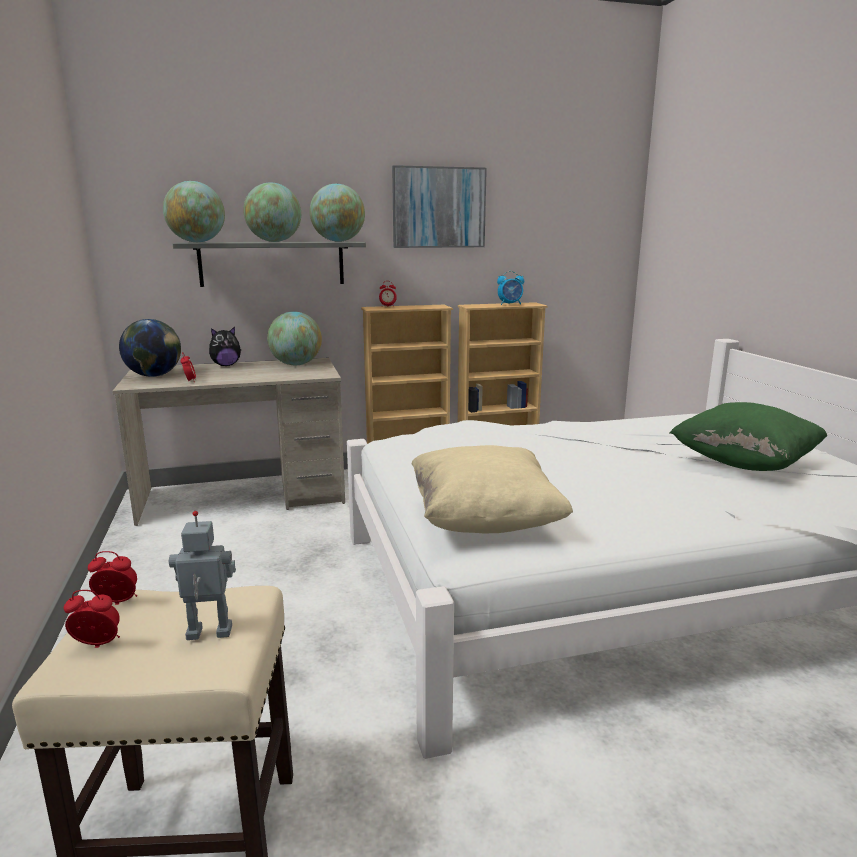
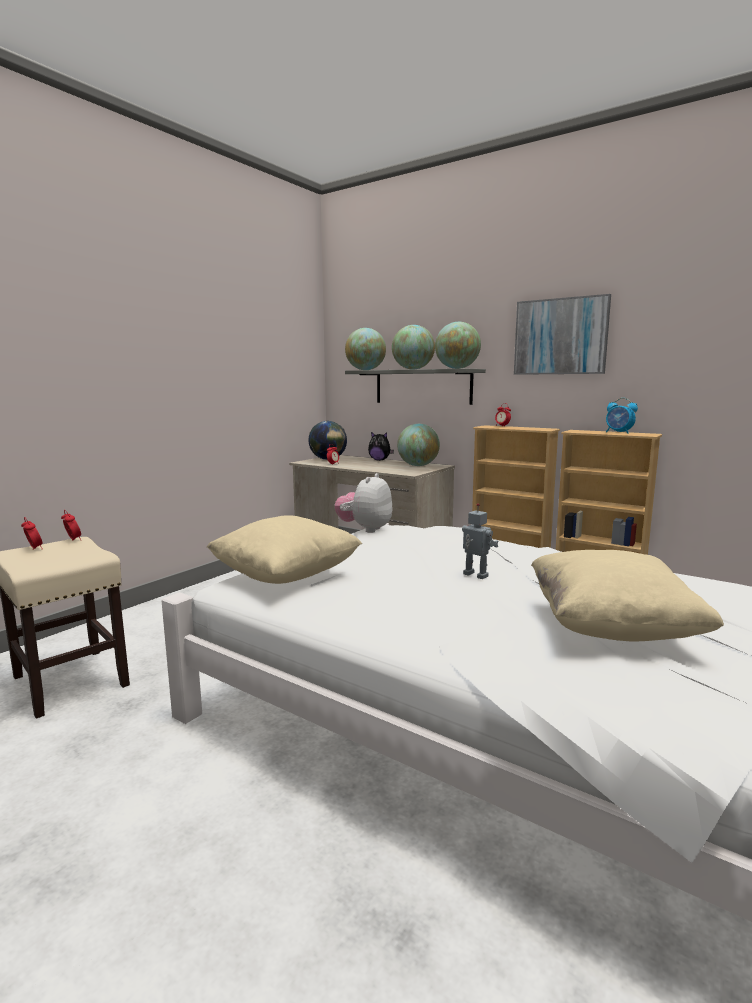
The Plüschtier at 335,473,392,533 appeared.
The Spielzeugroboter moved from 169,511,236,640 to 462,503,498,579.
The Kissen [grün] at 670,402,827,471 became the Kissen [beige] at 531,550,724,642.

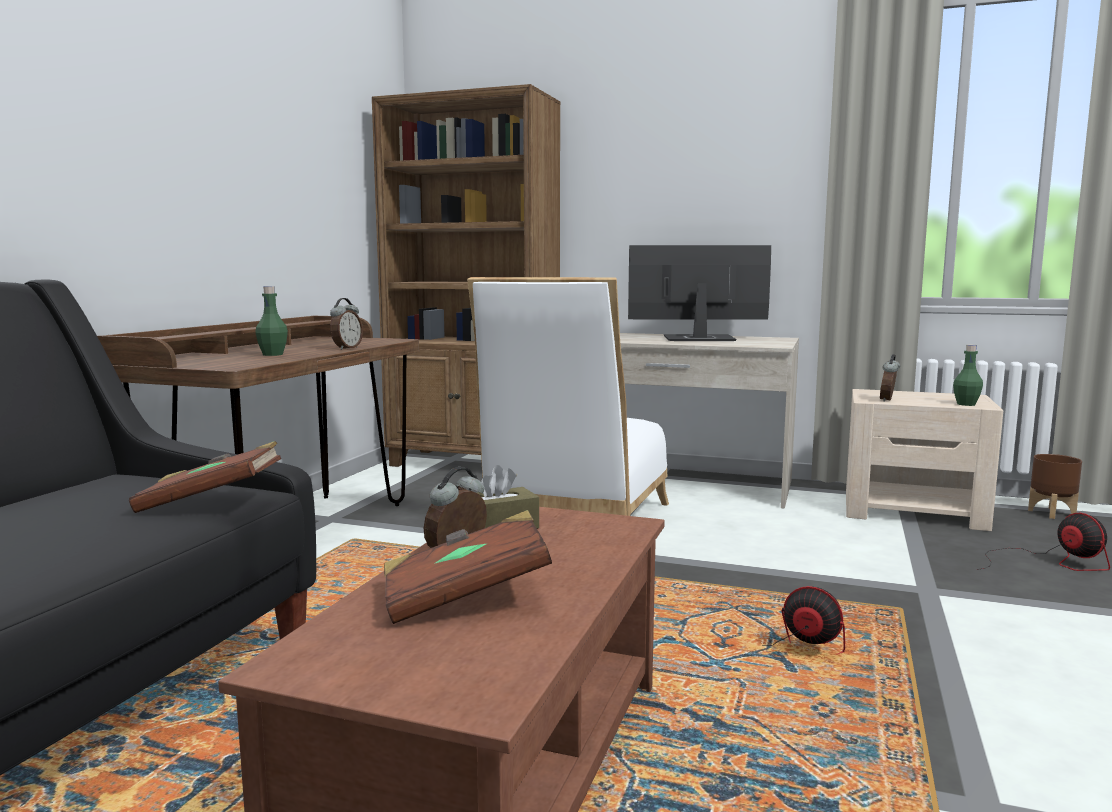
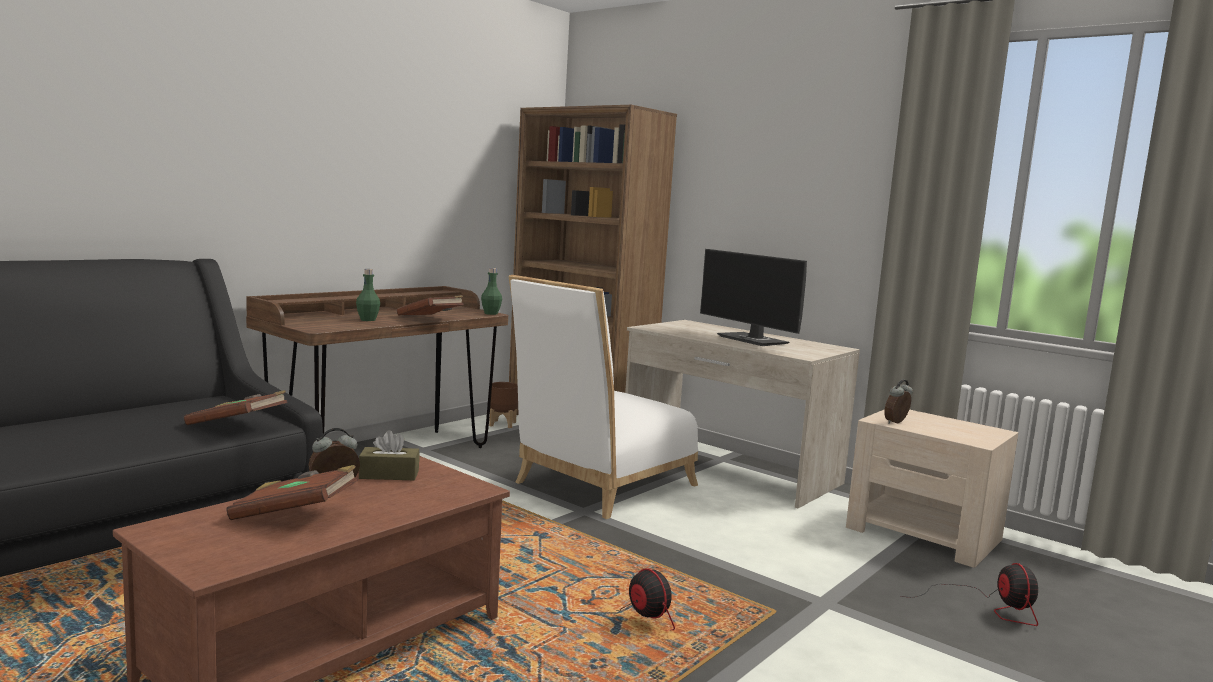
The Wecker at 330,298,363,350 was replaced by the Buch [braun] at 397,295,464,316.
The Flasche [grün] moved from 953,344,983,406 to 481,268,502,315.
The Pflanzkübel [braun] moved from 1028,454,1082,519 to 489,382,518,428.
The Monitor at 628,245,771,341 turned 150 degrees counterclockwise.

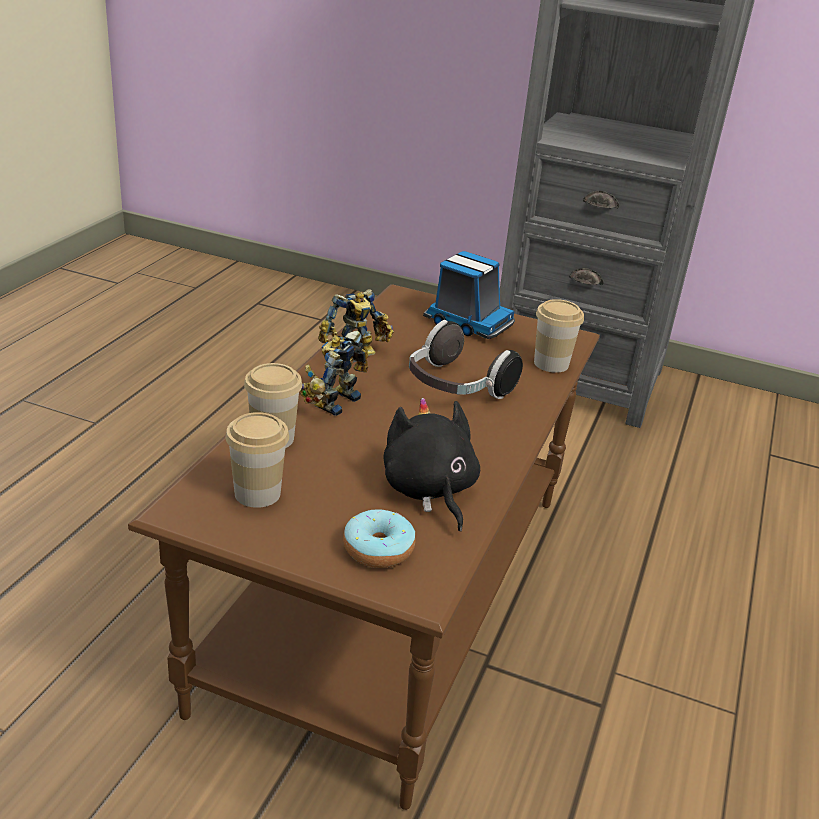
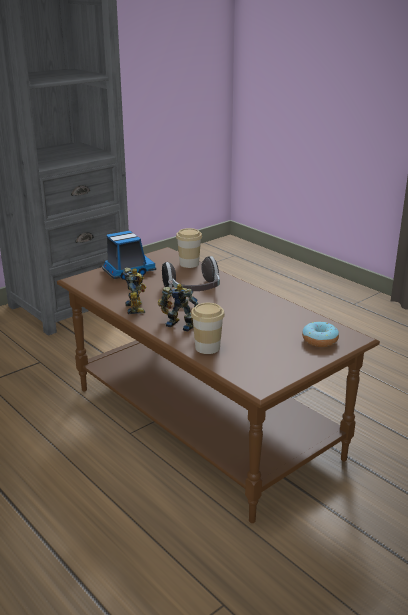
The Spielzeugroboter at 300,331,368,416 turned 150 degrees clockwise.
The Tasse at 225,412,289,508 disappeared.
The Plüschtier [schwarz] at 384,398,480,531 disappeared.

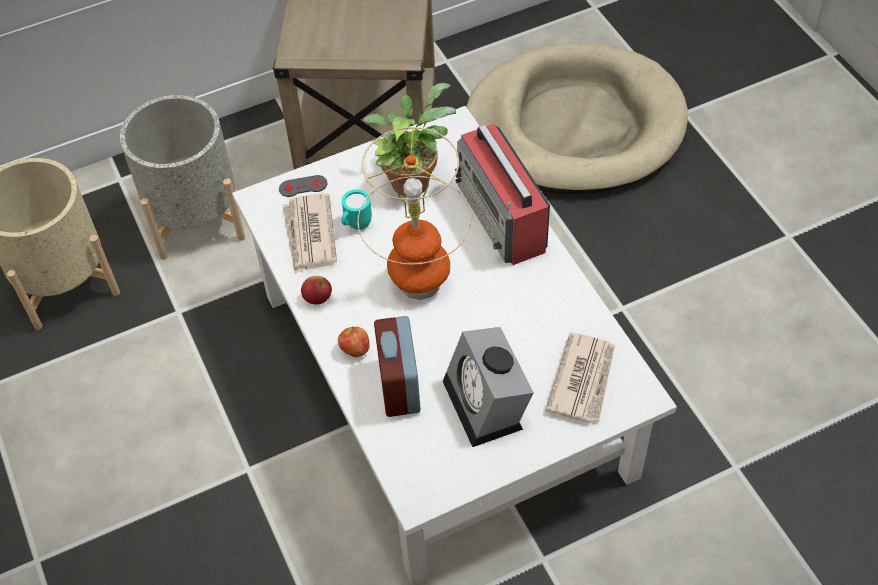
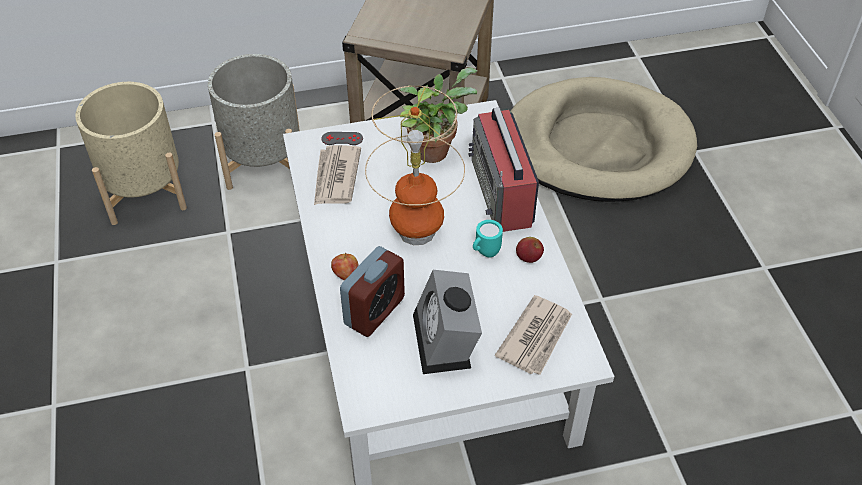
The Wecker at 374,316,421,417 turned 150 degrees counterclockwise.
The Henkelbecher [türkis] moved from 341,189,372,230 to 473,220,503,258.
The Apfel moved from 301,276,332,305 to 516,237,544,263.

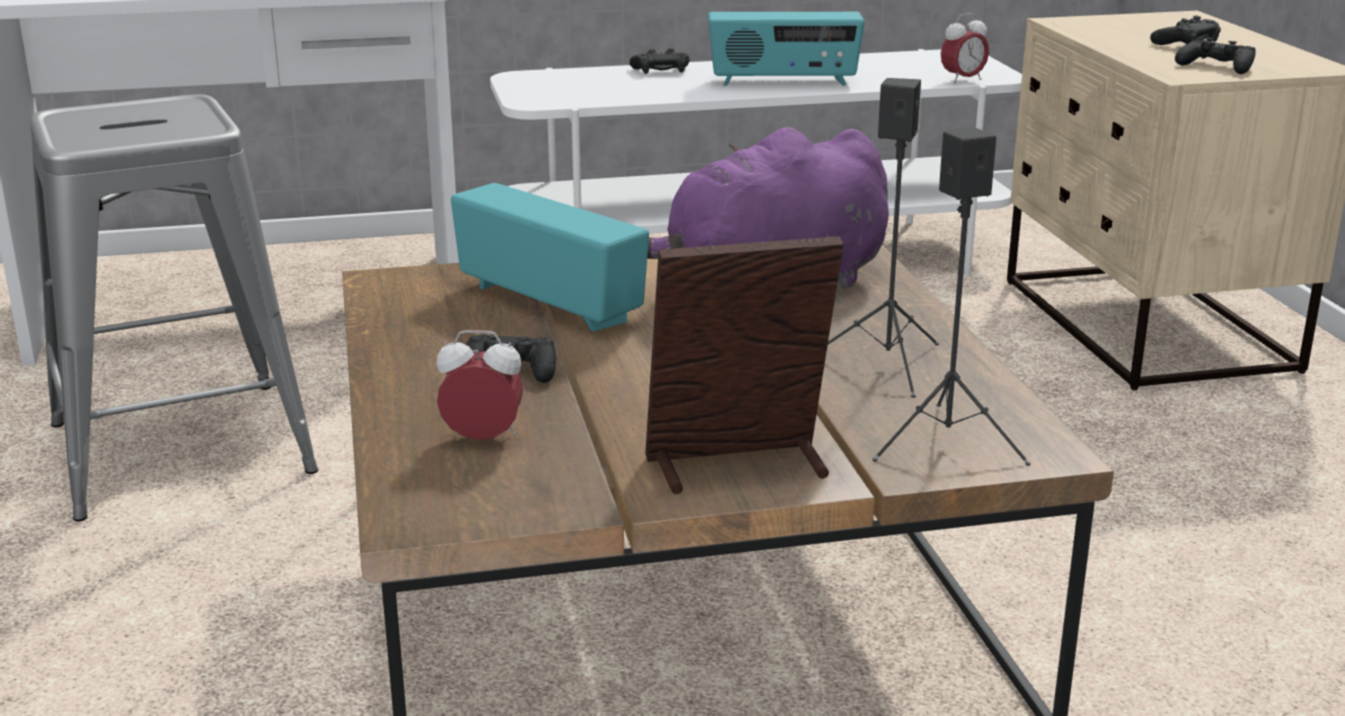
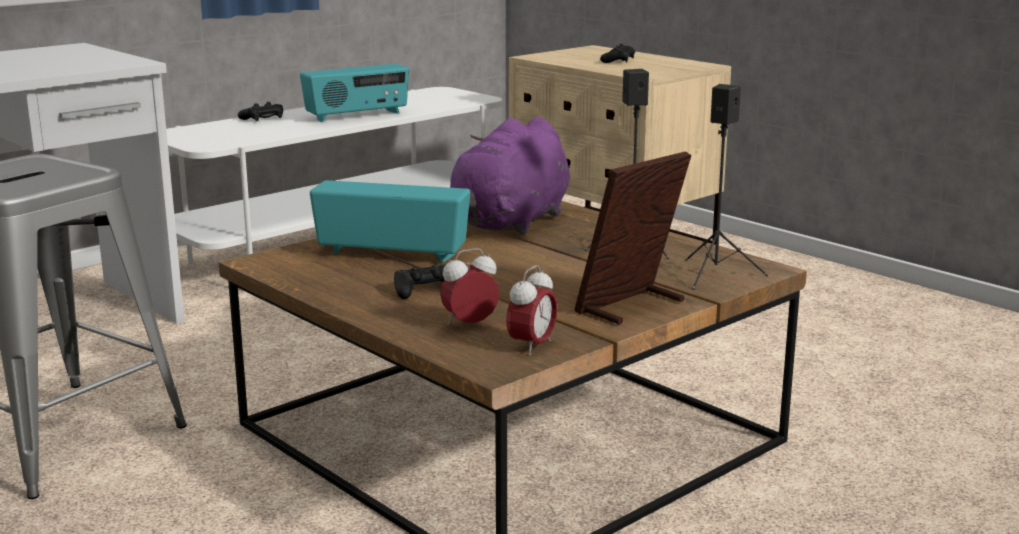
The Wecker moved from 941,13,989,84 to 506,265,558,355.
The Gamepad [schwarz] at 1175,38,1256,74 disappeared.

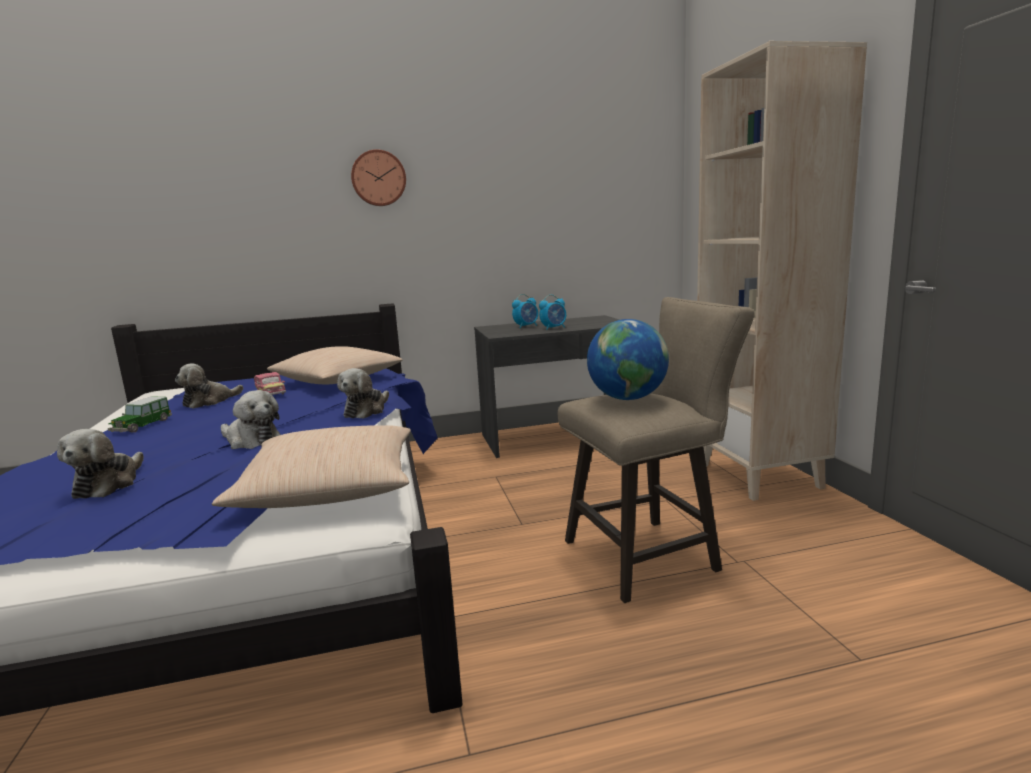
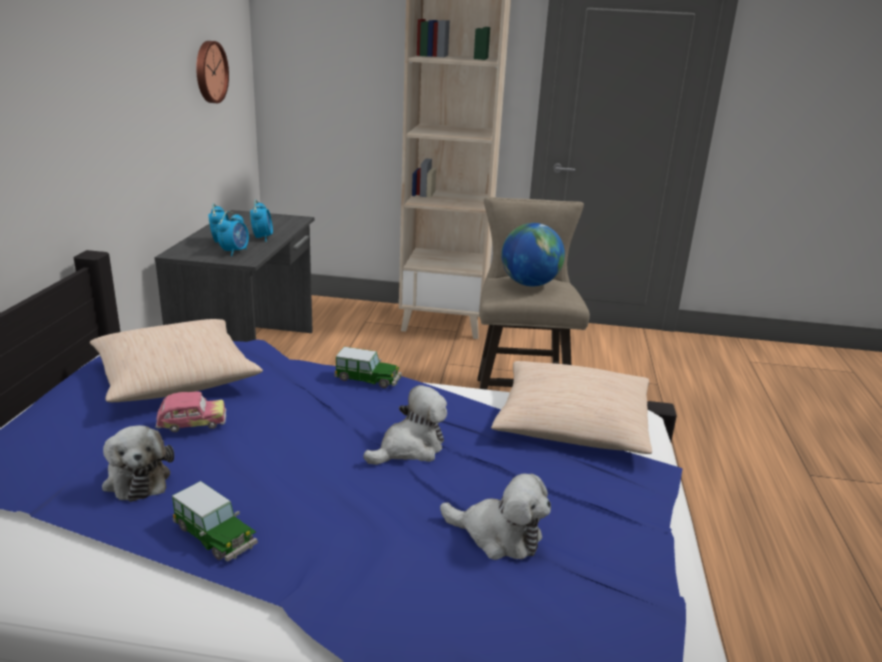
The Wanduhr moved from 351,149,406,206 to 196,41,229,103.
The Wecker at 217,211,249,256 appeared.
The Plüschtier at 337,368,389,419 was replaced by the Spielzeugauto at 334,347,402,388.

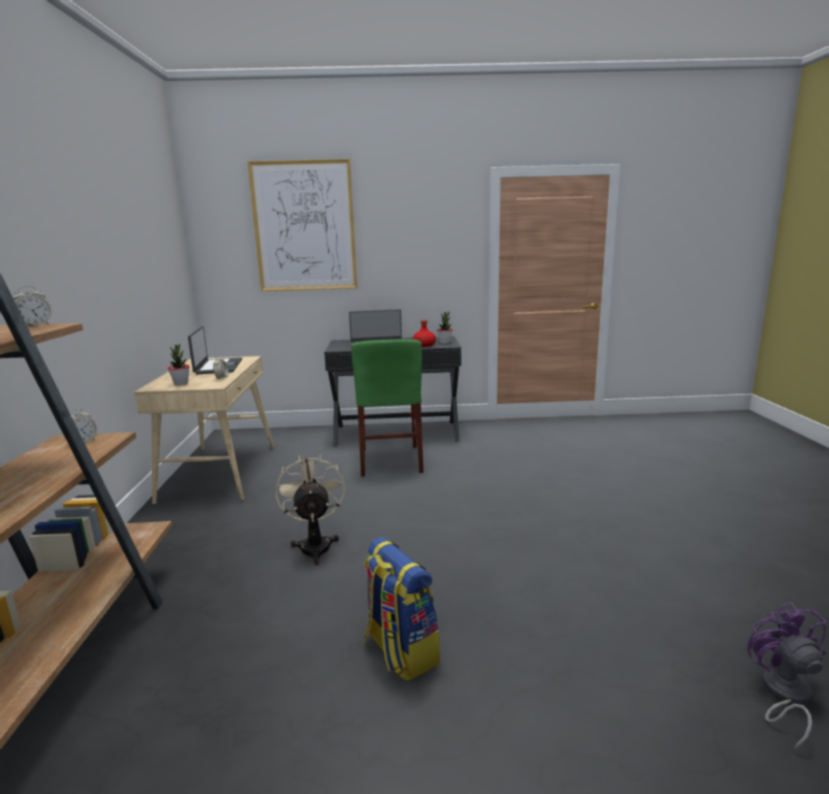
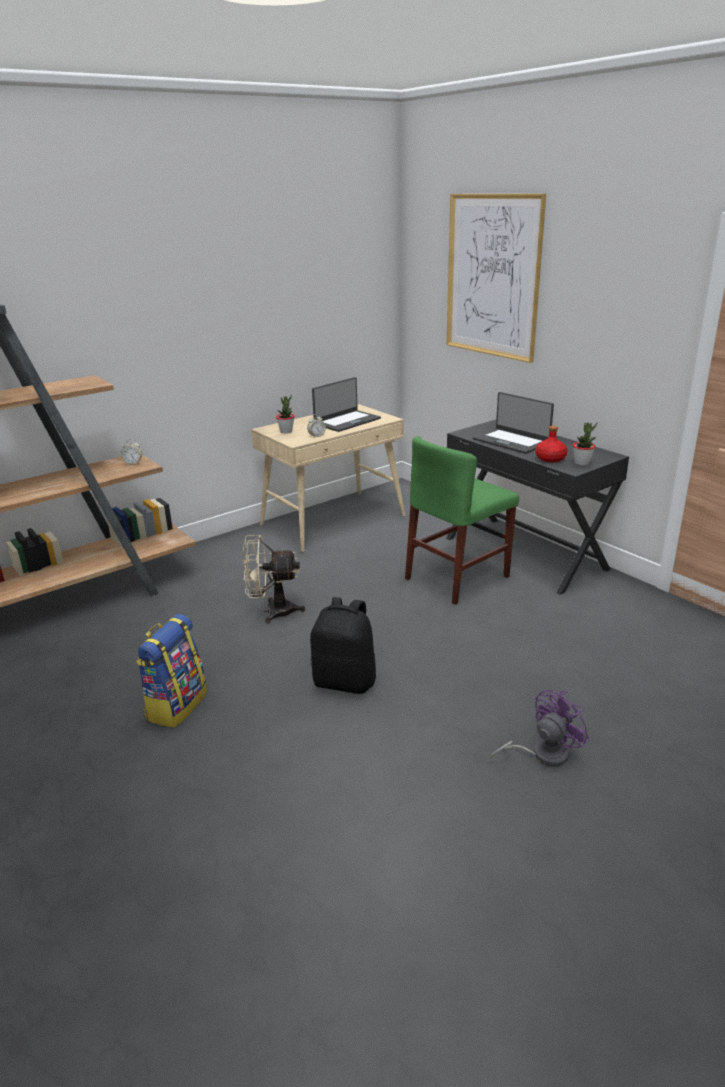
The Ventilator [beige] at 275,455,345,565 turned 135 degrees counterclockwise.
The Rucksack [schwarz] at 310,597,376,694 appeared.
The Ventilator [lila] moved from 748,602,826,750 to 489,690,589,767.
The Wecker at 13,286,52,326 disappeared.

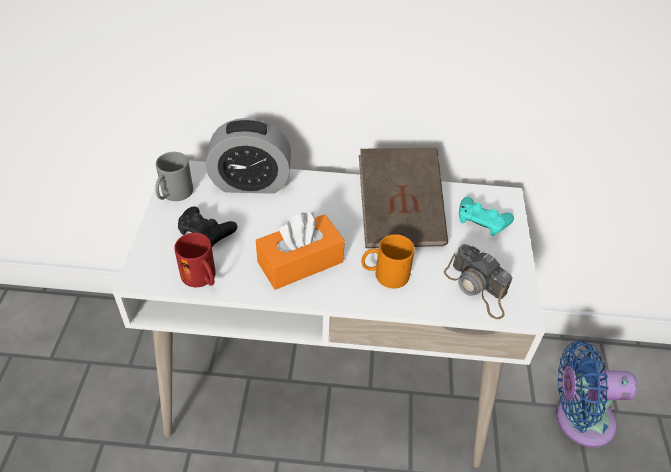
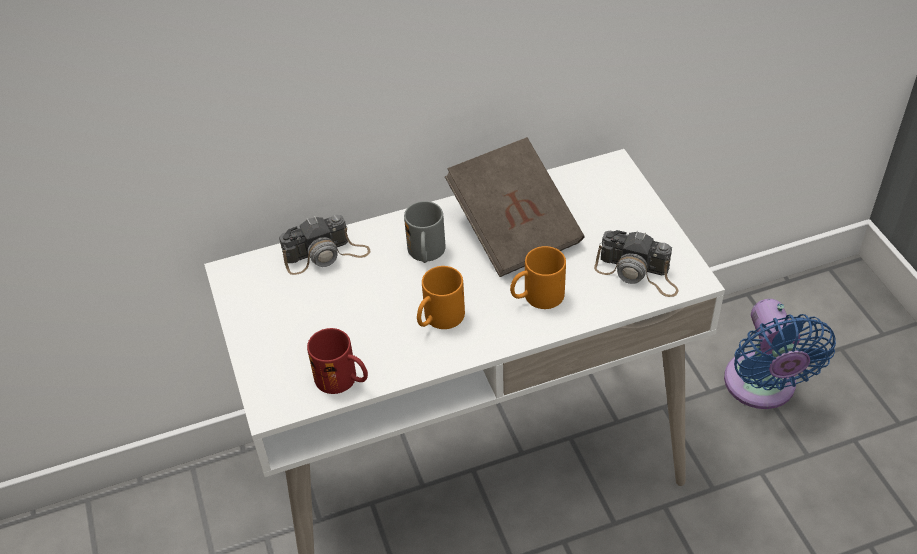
The Wecker at 206,118,291,194 was replaced by the Kamera at 279,215,371,275.
The Henkelbecher [grau] moved from 155,152,193,201 to 404,201,445,263.
The Taschentuchbox [orange] at 256,212,345,290 was replaced by the Henkelbecher [orange] at 417,266,465,329.
The Ventilator [blau] at 556,341,638,448 turned 75 degrees counterclockwise.
The Gamepad [schwarz] at 178,206,237,247 disappeared.
The Gamepad [türkis] at 459,197,514,236 disappeared.

